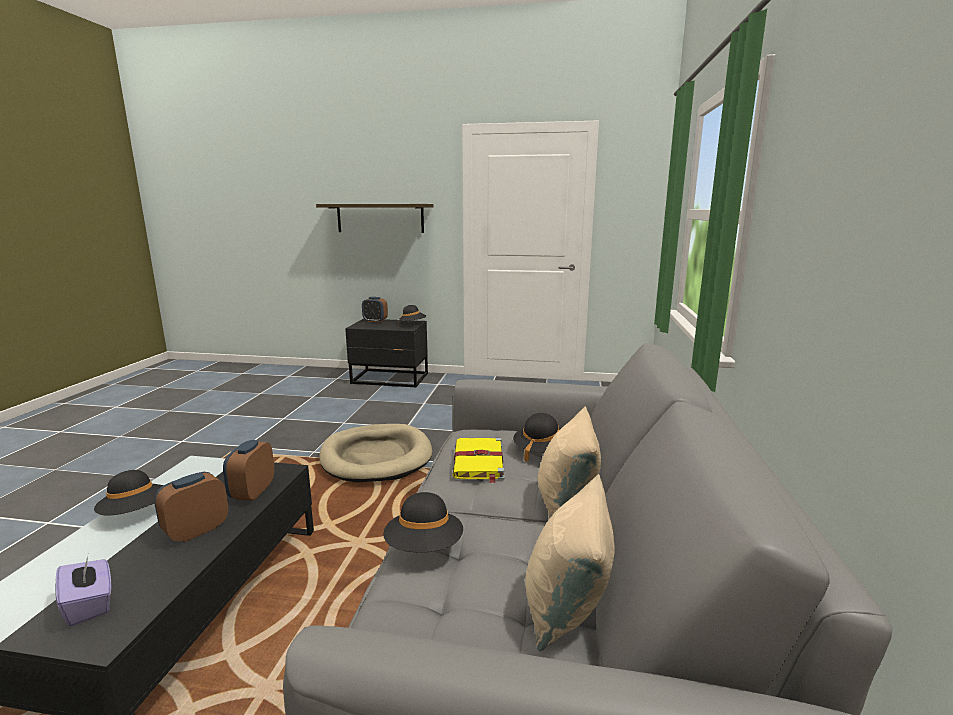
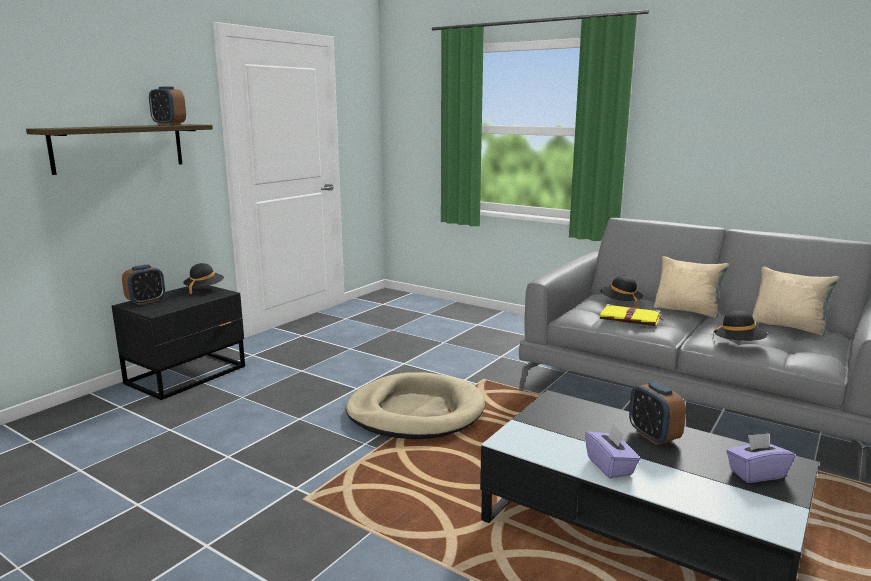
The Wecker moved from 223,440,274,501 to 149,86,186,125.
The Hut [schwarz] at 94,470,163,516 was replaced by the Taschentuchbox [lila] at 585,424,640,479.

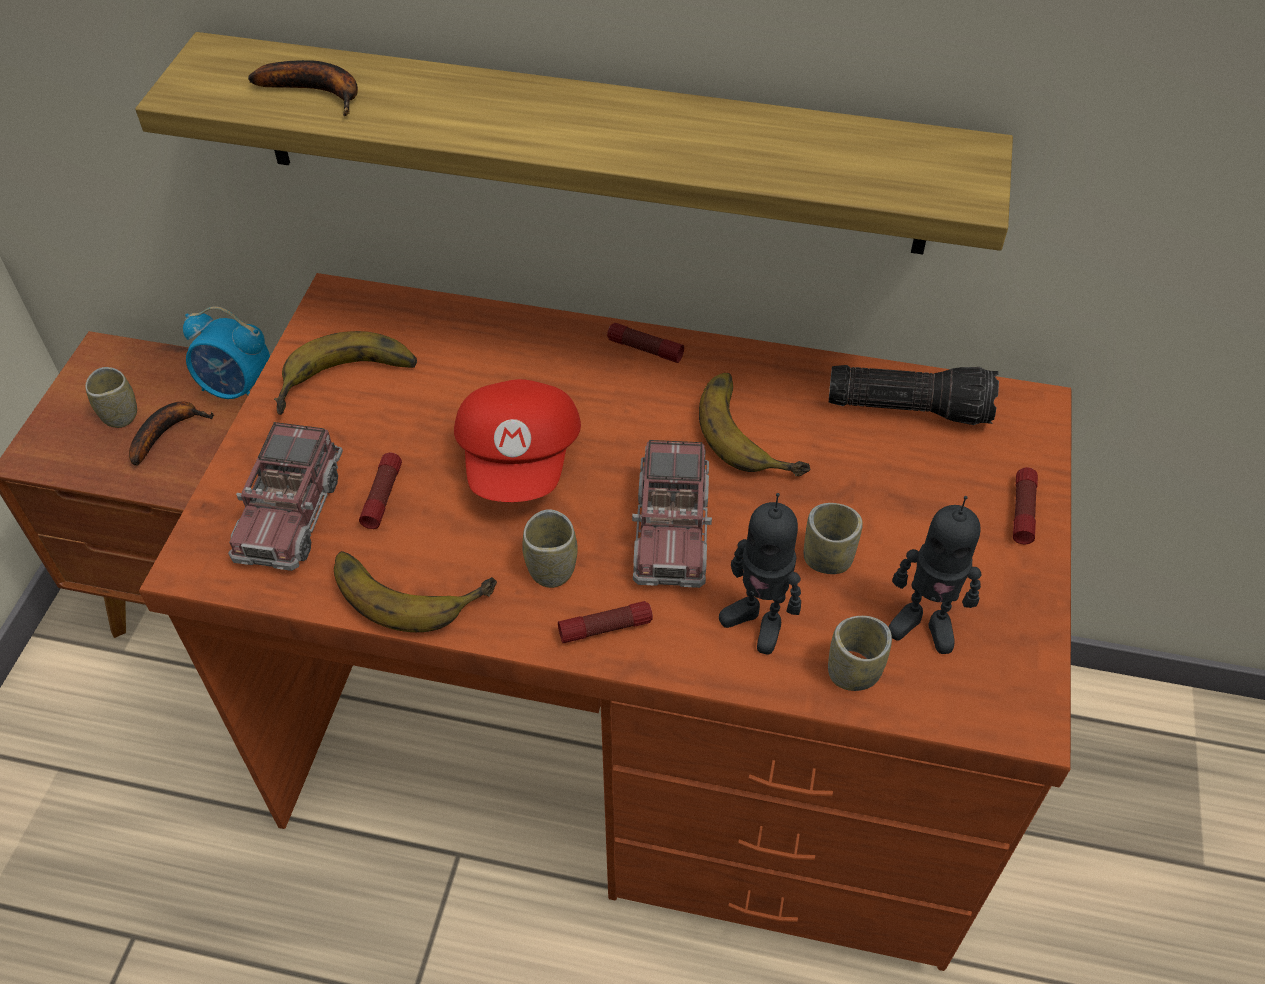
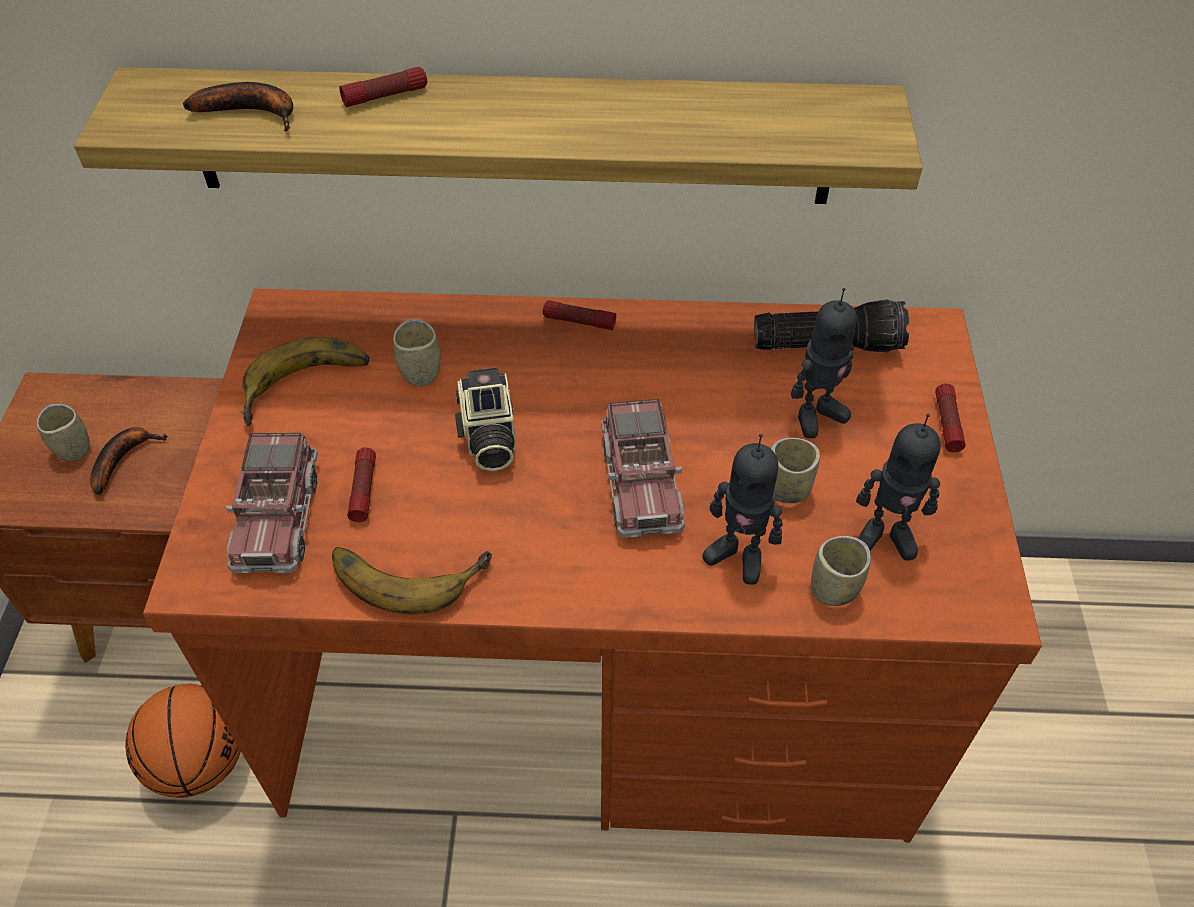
The Basketball at 125,684,241,798 appeared.
The Taschenlampe moved from 558,601,653,643 to 339,67,427,107.
The Tasse moved from 522,509,578,588 to 393,319,440,386.
The Kappe [rot] at 454,379,581,502 was replaced by the Kamera at 455,367,516,471.
The Spielzeugroboter at 791,288,857,438 appeared.
The Wecker at 183,306,270,399 disappeared.
The Banane at 699,373,810,476 disappeared.

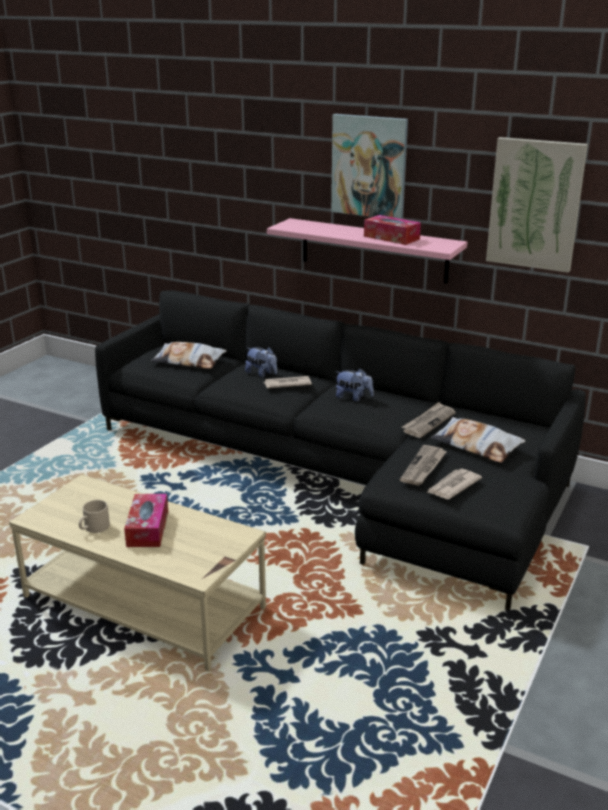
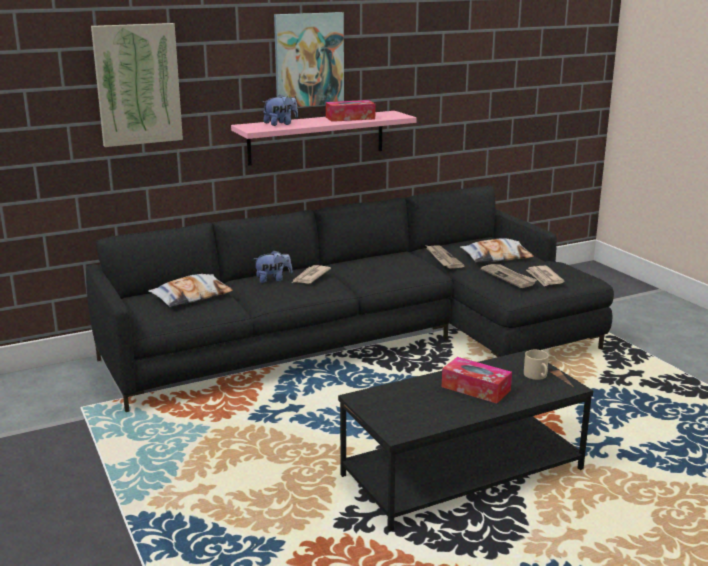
The Bild moved from 486,137,588,273 to 91,23,183,147.
The Plüschtier moved from 336,368,374,401 to 263,94,298,126.
The Couchtisch [beige] at 9,474,266,671 became the Couchtisch [schwarz] at 338,350,593,531.
The Henkelbecher [beige] moved from 79,500,110,533 to 524,350,549,380.

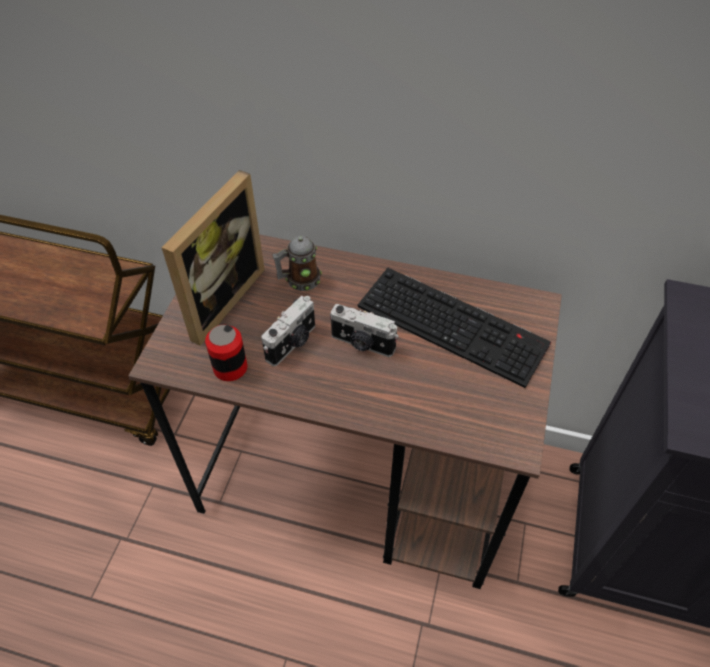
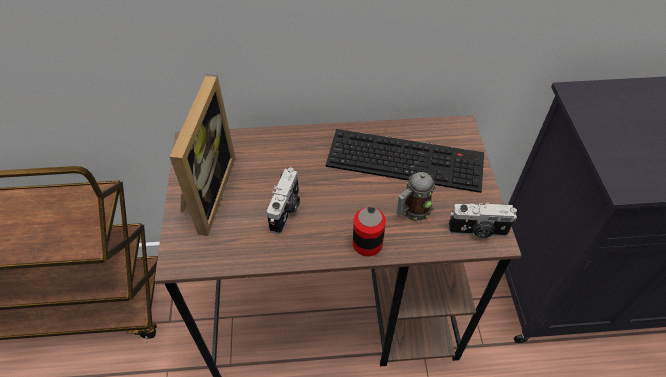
The Dose moved from 205,325,247,381 to 353,207,386,256.
The Henkelbecher moved from 272,236,322,291 to 396,172,436,221.
The Kamera moved from 330,304,399,357 to 448,203,517,238.

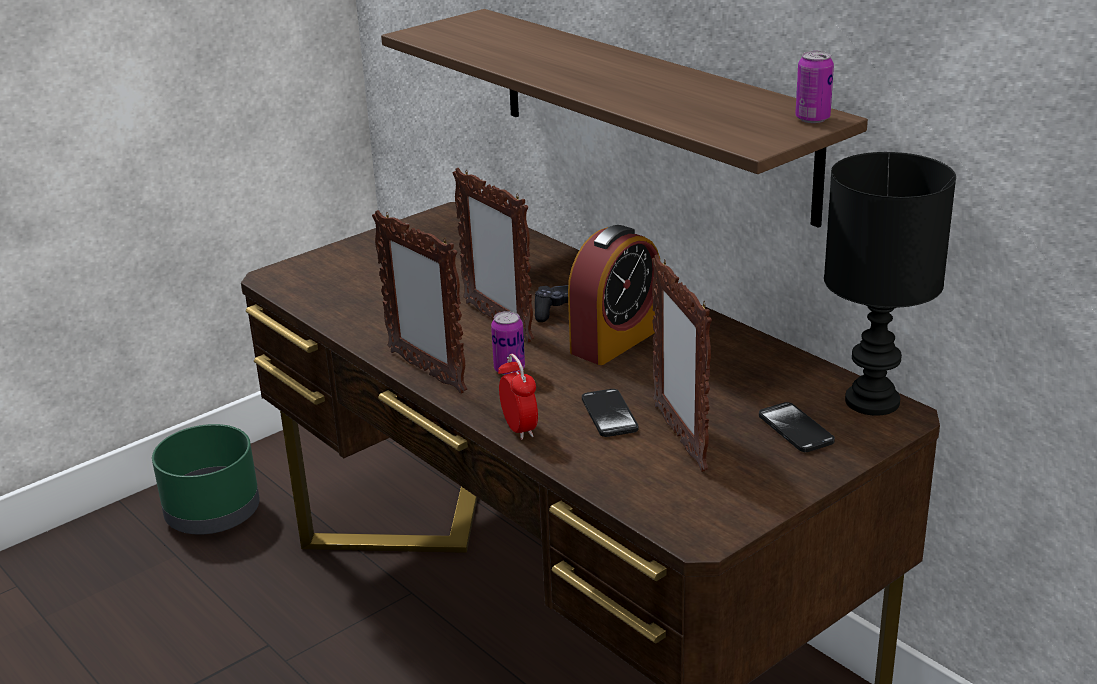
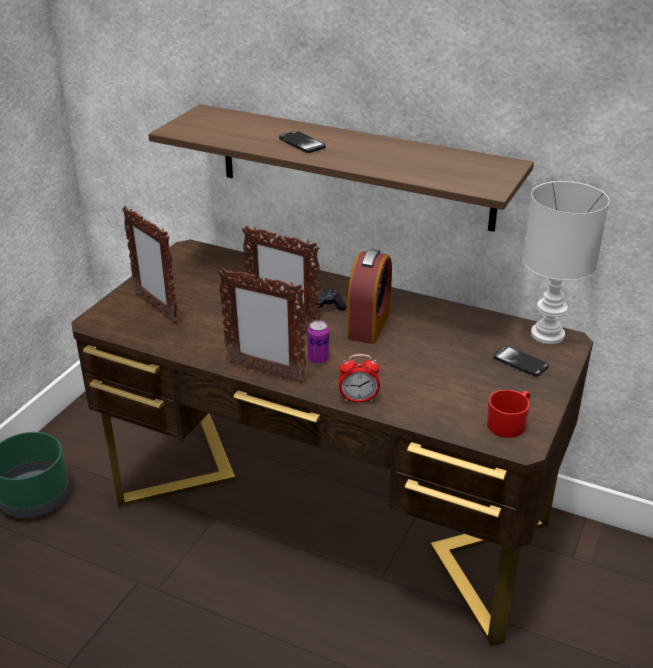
The Bilderrahmen moved from 652,255,712,472 to 122,206,178,324.
The Handy moved from 582,389,638,437 to 279,131,326,153.
The Wecker at 498,354,538,440 turned 135 degrees clockwise.
The Henkelbecher [rot] at 487,390,530,438 appeared.
The Tischlampe [schwarz] at 824,152,956,416 became the Tischlampe [weiß] at 523,181,609,344.
The Dose at 795,51,834,123 disappeared.

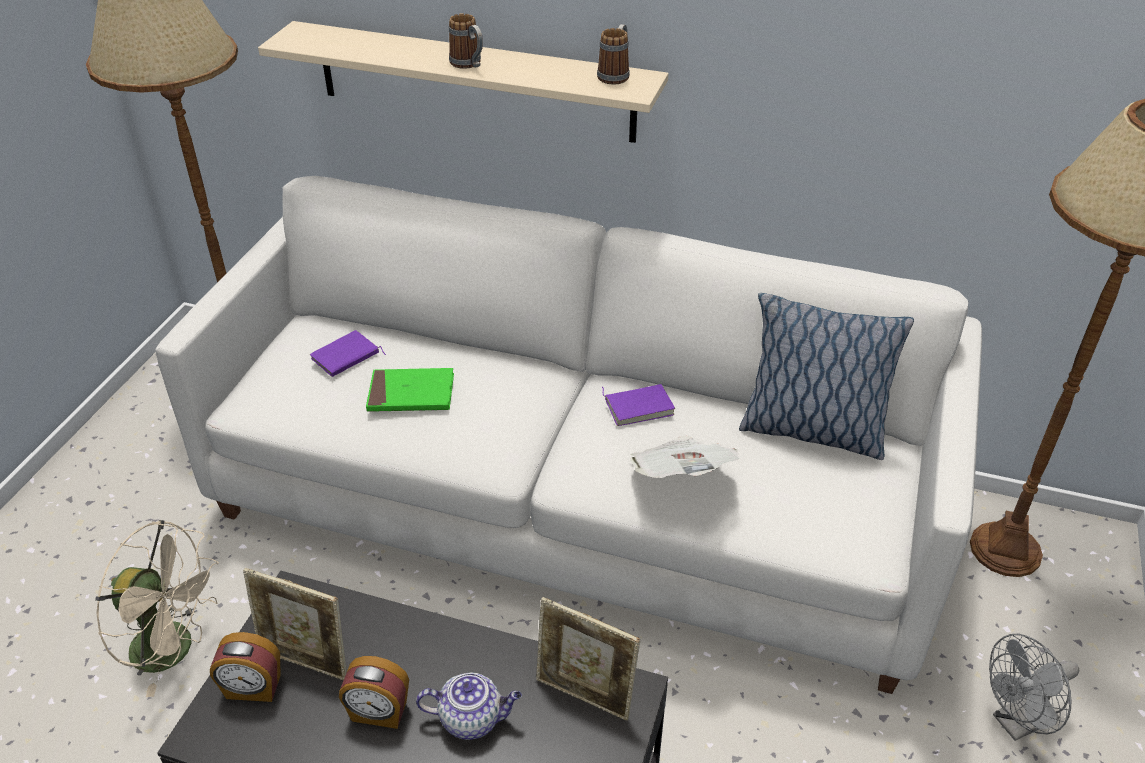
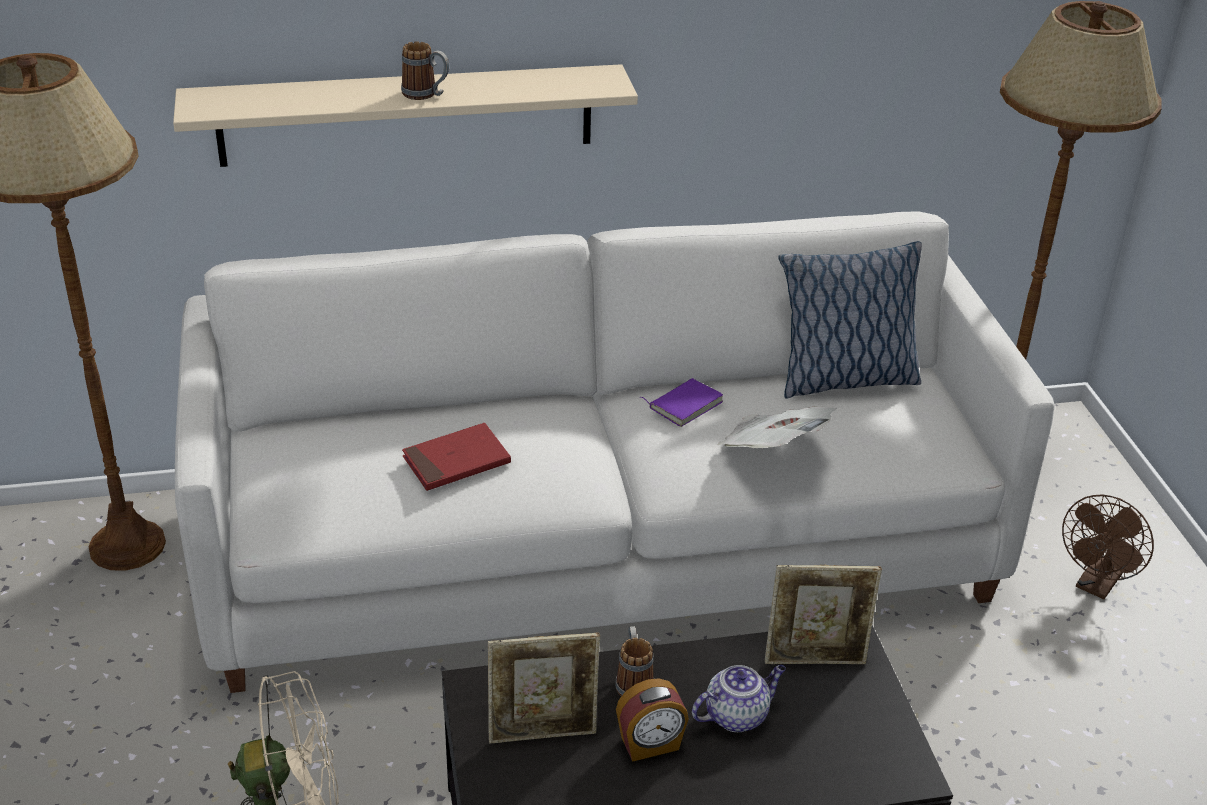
The Buch [grün] at 366,368,454,412 became the Buch [rot] at 402,423,511,491.
The Henkelbecher moved from 597,24,630,84 to 615,626,654,696.
The Ventilator [grau] at 989,633,1079,741 became the Ventilator [braun] at 1062,494,1154,599.
The Wecker at 210,632,280,702 disappeared.
The Buch [lila] at 310,330,386,377 disappeared.

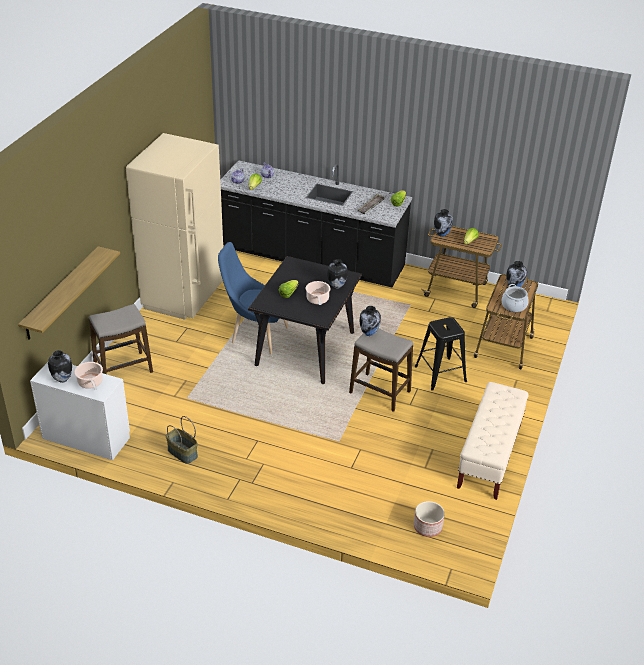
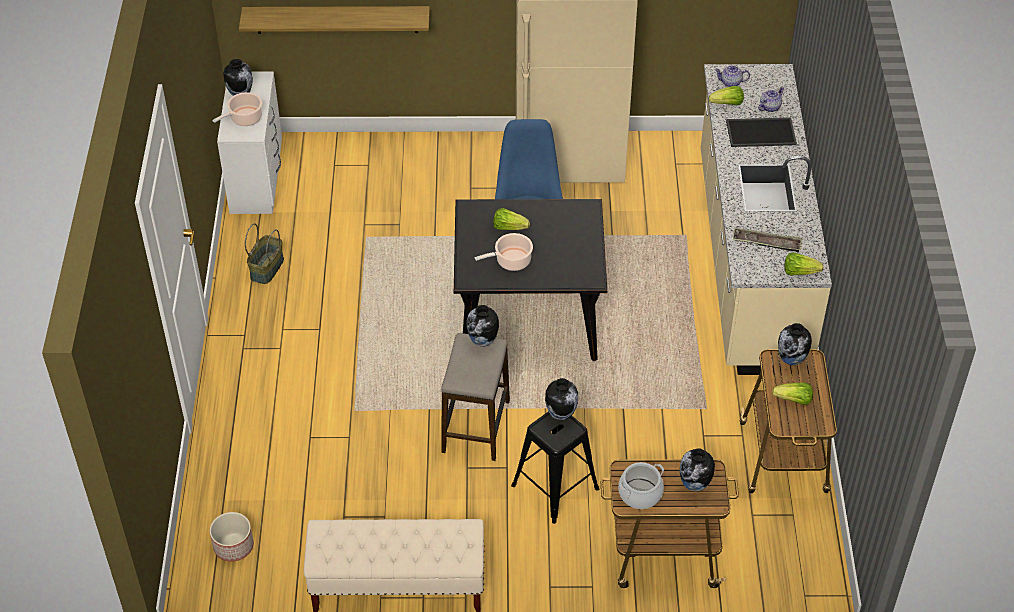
The Vase moved from 327,259,348,289 to 545,378,578,420.
The Küchenzeile [schwarz] at 220,160,412,287 became the Küchenzeile [beige] at 701,64,832,375.
The Tablett at 726,117,797,147 appeared.
The Hocker at 89,304,153,374 disappeared.

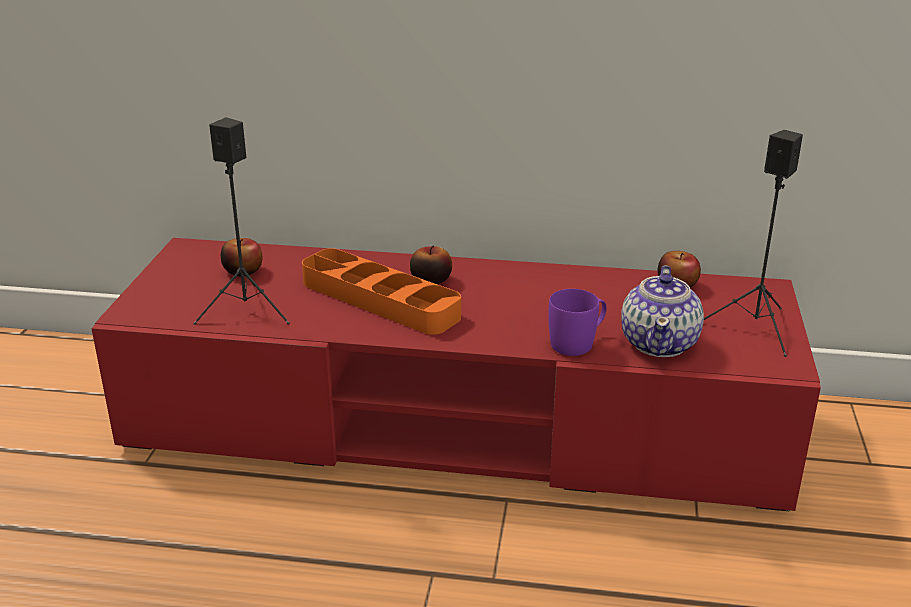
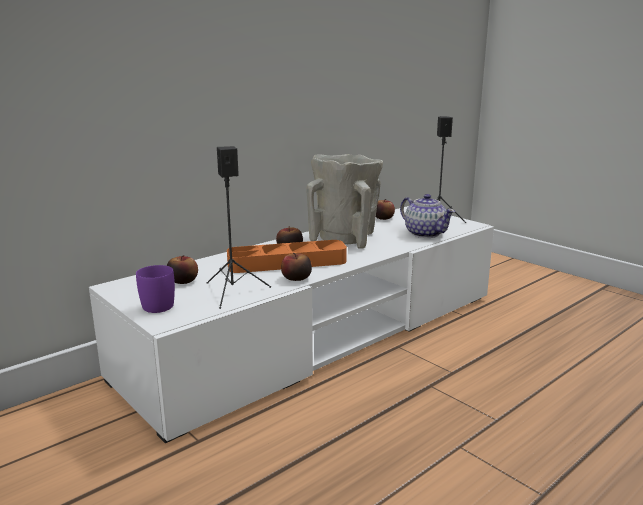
The Fernsehschrank [rot] at 91,238,821,511 became the Fernsehschrank [weiß] at 89,206,494,443.
The Henkelbecher [lila] moved from 548,289,607,356 to 136,265,175,313.
The Apfel at 281,253,312,281 appeared.
The Vase [beige] at 306,154,383,249 appeared.

